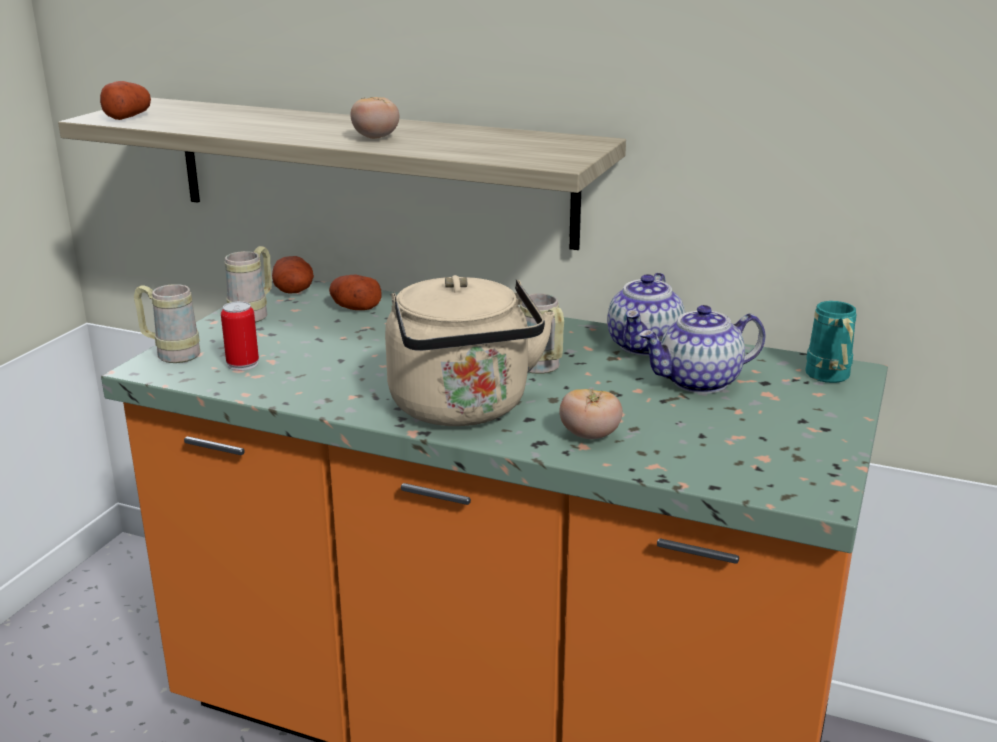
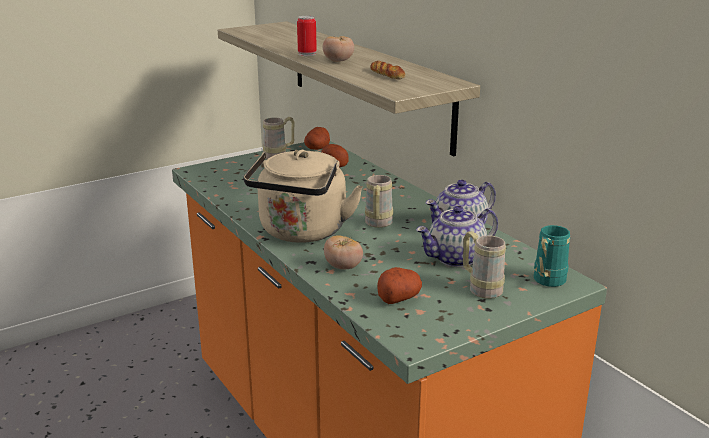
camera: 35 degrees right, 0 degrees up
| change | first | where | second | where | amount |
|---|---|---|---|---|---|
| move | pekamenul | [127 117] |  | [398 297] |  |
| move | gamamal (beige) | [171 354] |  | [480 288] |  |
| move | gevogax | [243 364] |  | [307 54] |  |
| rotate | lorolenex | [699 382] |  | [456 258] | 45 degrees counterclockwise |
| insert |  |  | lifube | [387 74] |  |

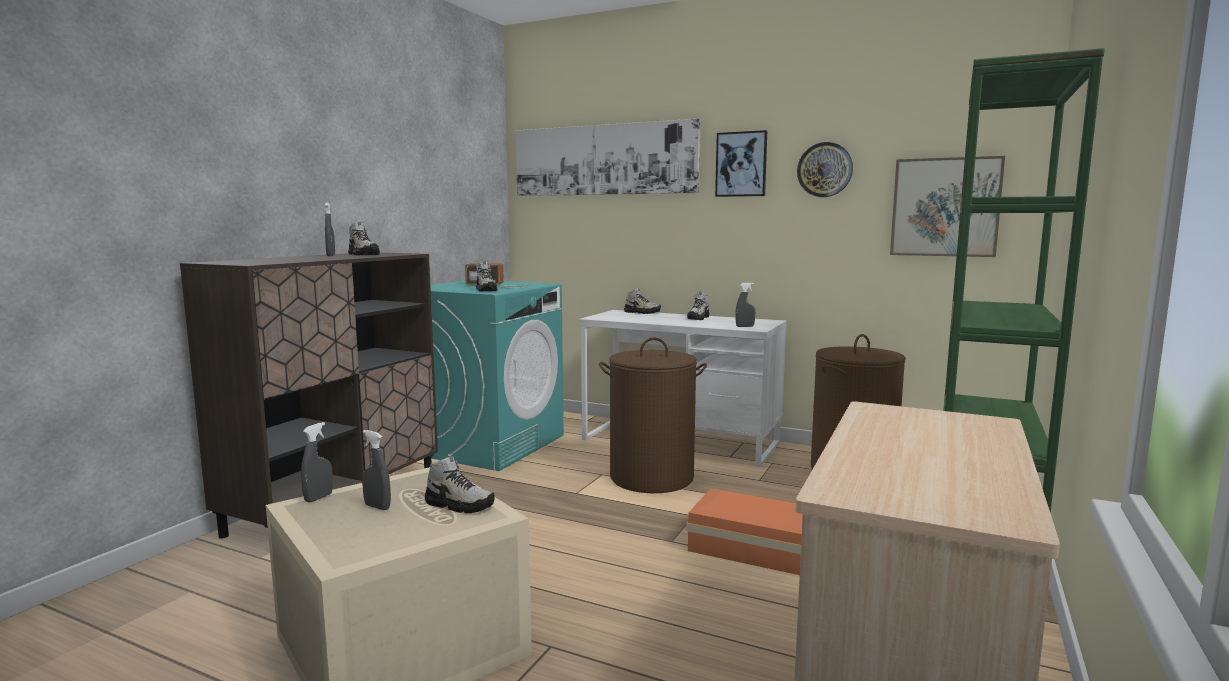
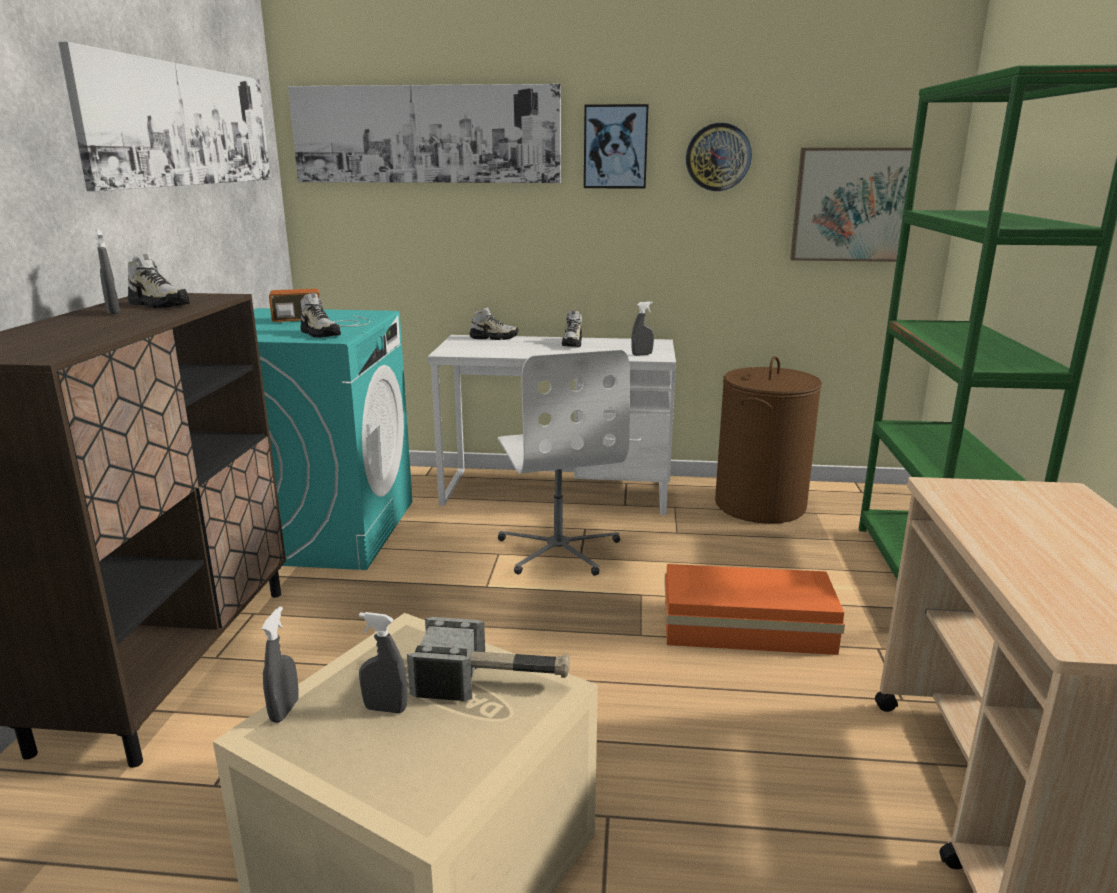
camera: 20 degrees left, 10 degrees up
| change | first | where | second | where | amount |
|---|---|---|---|---|---|
| replace | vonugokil | [459 505] | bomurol | [493 681] |  |
| replace | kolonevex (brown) | [651 478] | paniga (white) | [559 549] |  |
| insert |  |  | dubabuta | [183 125] |  |

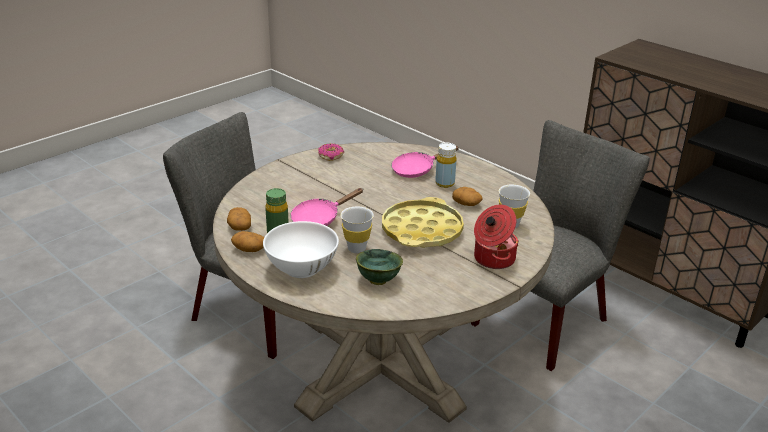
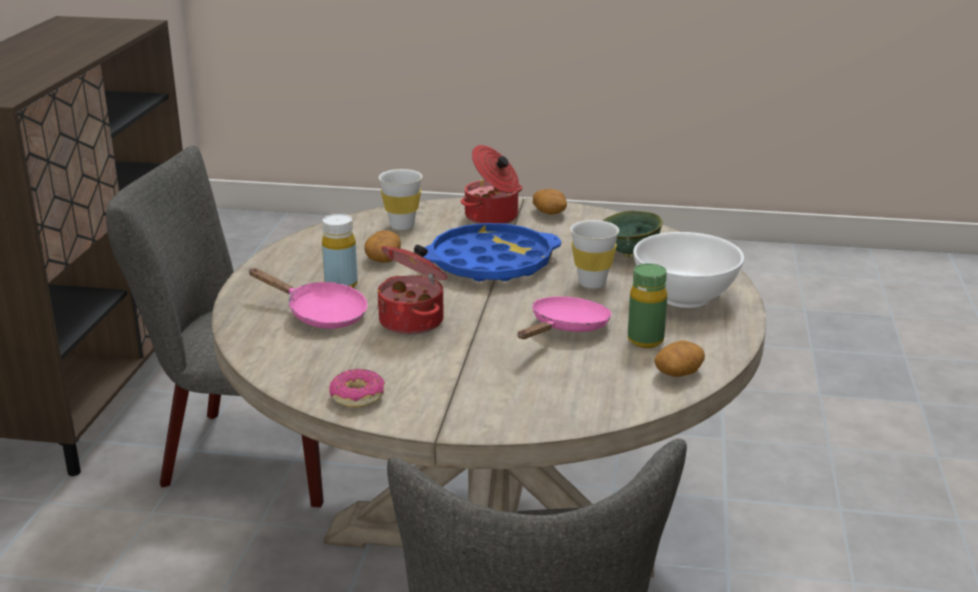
camera: 125 degrees left, 5 degrees down
| change | first | where | second | where | amount |
|---|---|---|---|---|---|
| move | pekamenul | [248 249] |  | [550 213] |  |
| rotate | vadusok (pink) | [319 219] |  | [566 328] | 75 degrees counterclockwise |
| recolor | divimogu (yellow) | [422 230] | divimogu (blue) | [491 263] |  |
| insert |  |  | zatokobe | [413 321] |  |

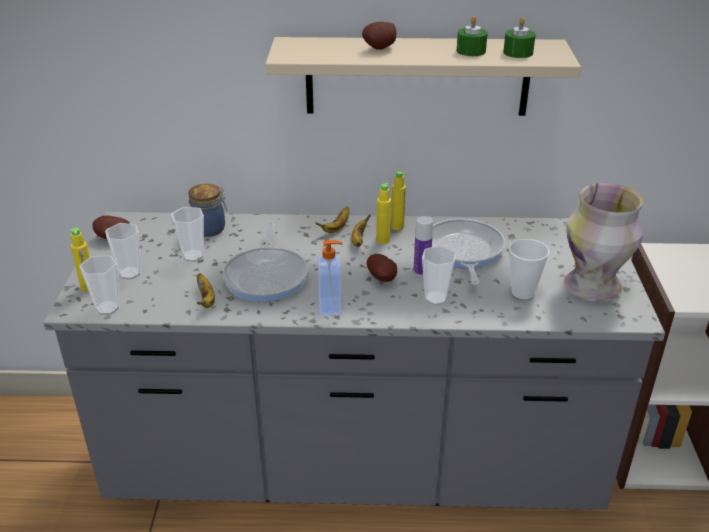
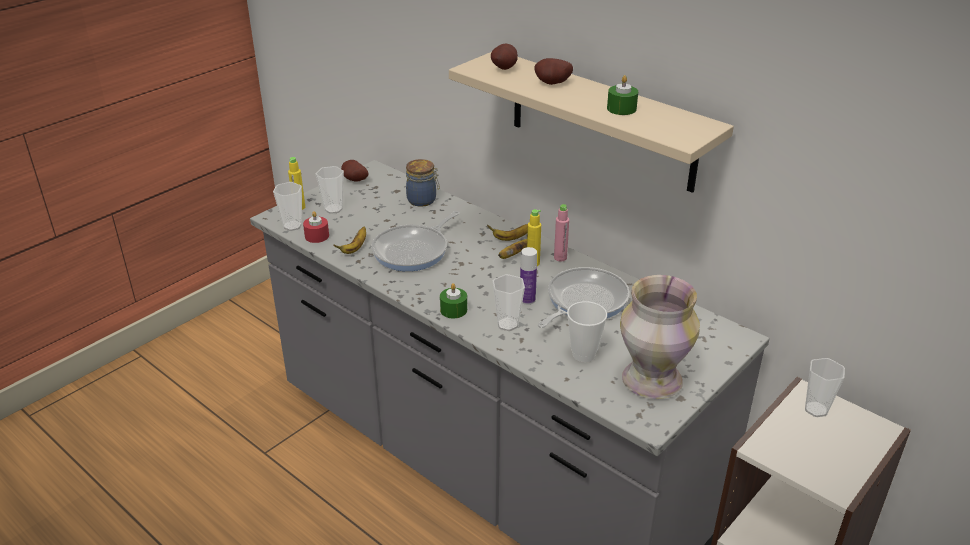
camera: 40 degrees right, 0 degrees up
| change | first | where | second | where | amount |
|---|---|---|---|---|---|
| move | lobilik | [193 256] |  | [816 409] |  |
| delete | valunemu | [331 307] |  |  |  |
| move | pekamenul | [383 279] |  | [505 68] |  |
| recolor | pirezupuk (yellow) | [397 226] | pirezupuk (pink) | [560 258] |  |
| move | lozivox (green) | [518 52] |  | [453 310] |  |
| insert |  |  | lozivox (red) | [317 236] |  |

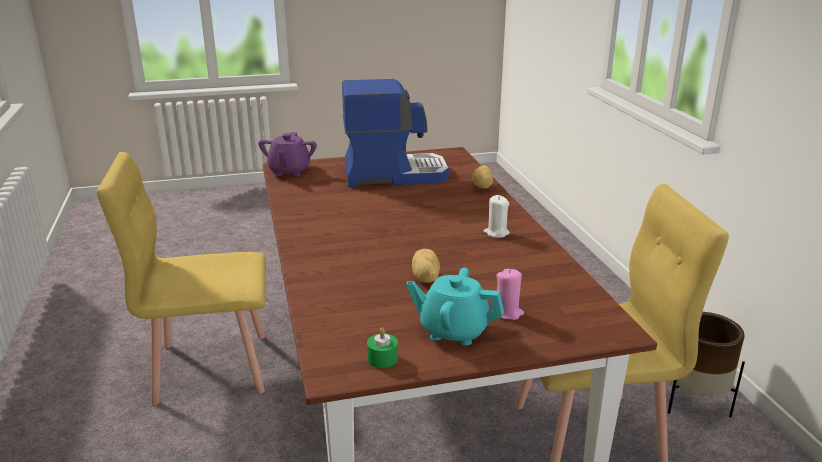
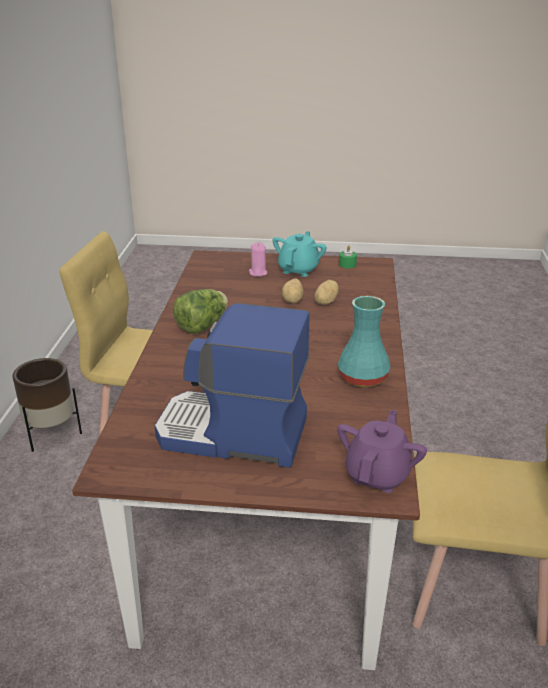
camera: 160 degrees left, 5 degrees up
| change | first | where | second | where | amount |
|---|---|---|---|---|---|
| rotate | lorolenex (turquoise) | [453 331] |  | [298 269] | 105 degrees counterclockwise |
| move | pekamenul | [483 186] |  | [325 302] |  |
| replace | lozivox (white) | [496 233] | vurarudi | [202 326] |  |
| insert |  |  | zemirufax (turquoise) | [364 377] |  |

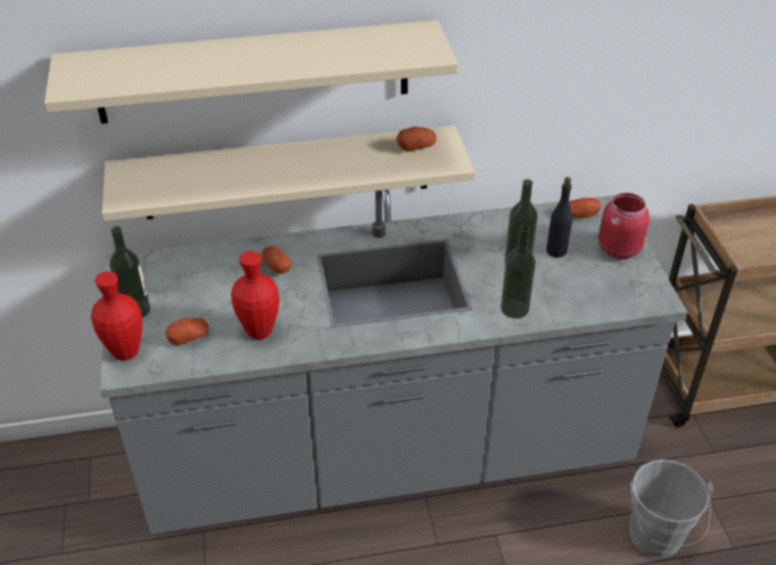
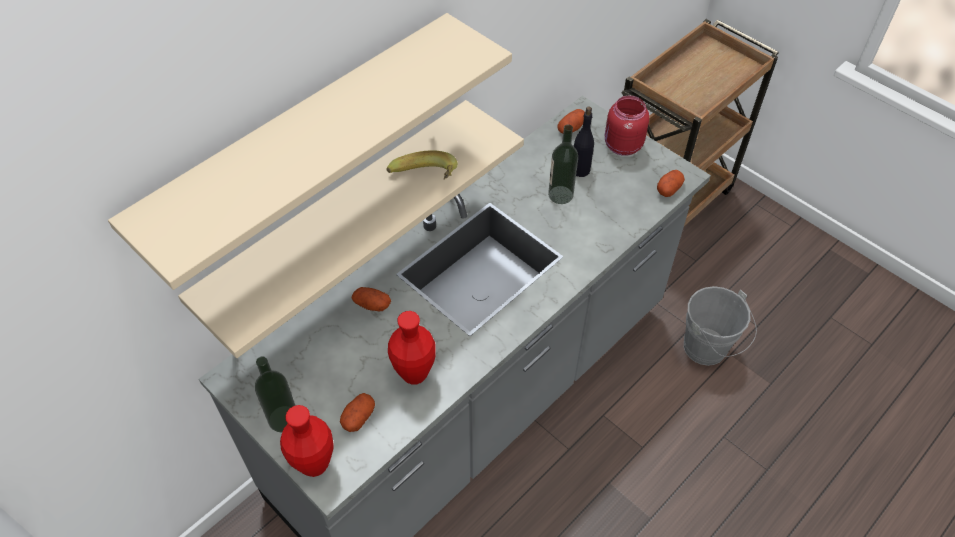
camera: 35 degrees left, 10 degrees up
| change | first | where | second | where | amount |
|---|---|---|---|---|---|
| move | pekamenul | [416 147] |  | [669 189] |  |
| delete | pirezupuk | [514 308] |  |  |  |
| insert |  |  | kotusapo | [425 182] |  |

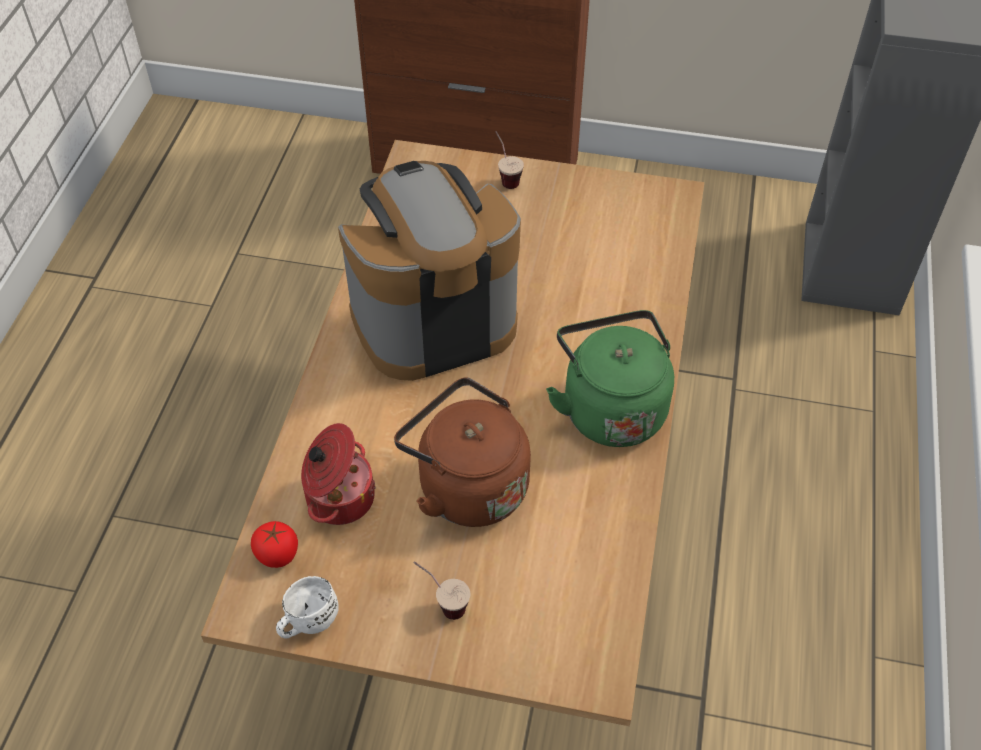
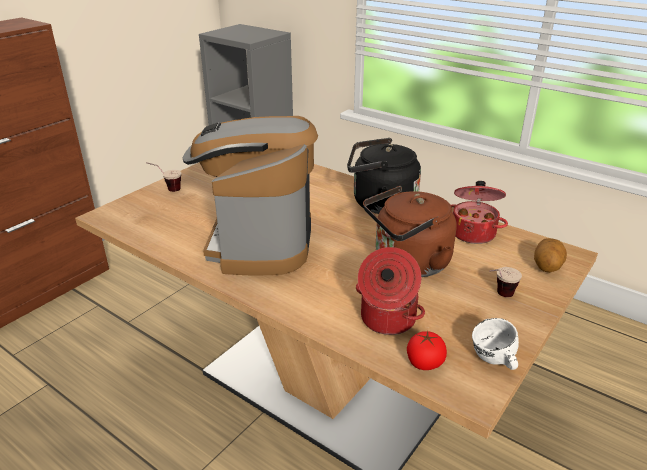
camera: 65 degrees left, 20 degrees down
| change | first | where | second | where | amount |
|---|---|---|---|---|---|
| recolor | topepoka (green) | [610 407] | topepoka (black) | [380 204] |  |
| insert |  |  | zatokobe | [473 233] |  |
| insert |  |  | pekamenul | [547 267] |  |

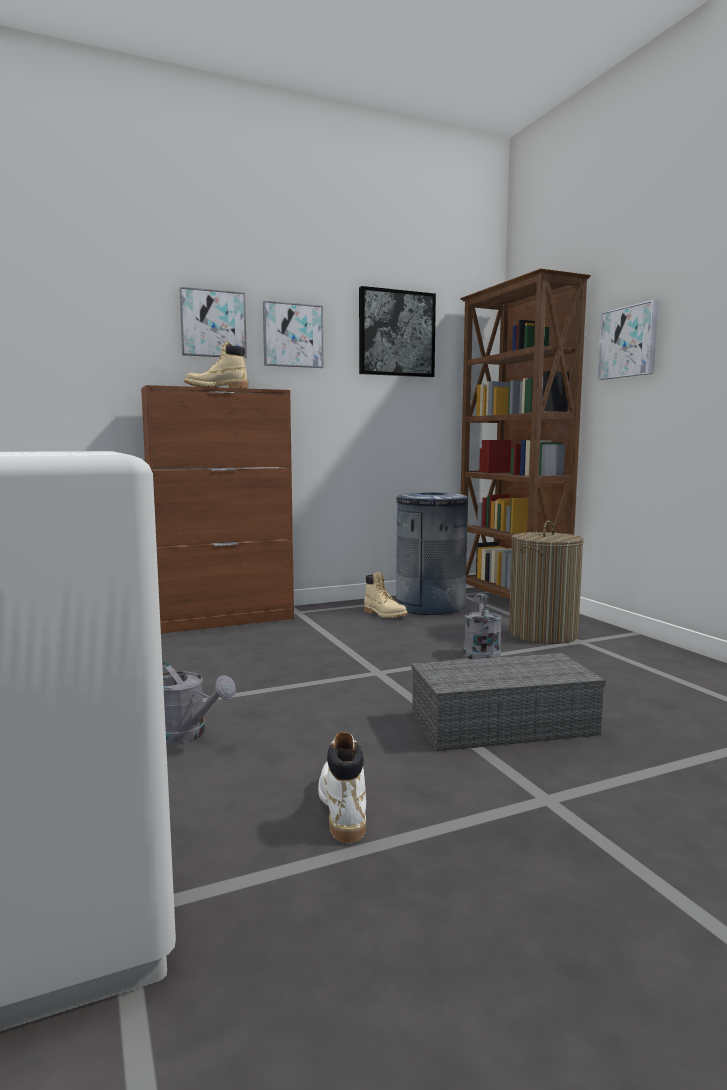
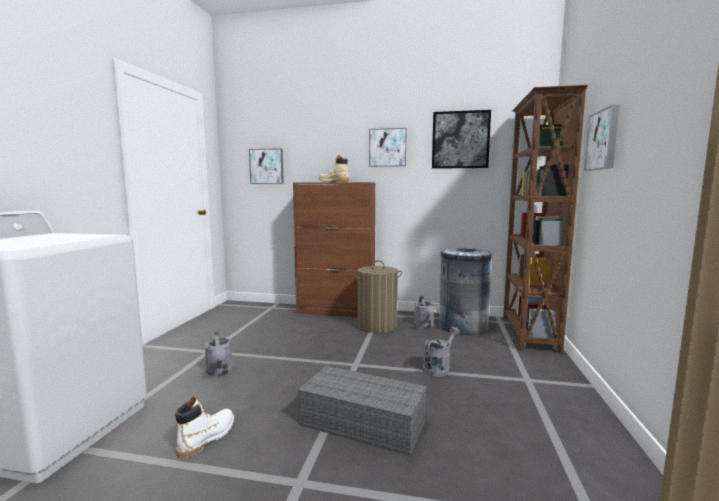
camera: 35 degrees right, 0 degrees up
| change | first | where | second | where | amount |
|---|---|---|---|---|---|
| move | dubabuta | [213 324] |  | [267 166] |  |
| replace | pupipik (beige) | [384 614] | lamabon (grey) | [424 326] |  |
| move | kolonevex | [543 634] |  | [377 326] |  |

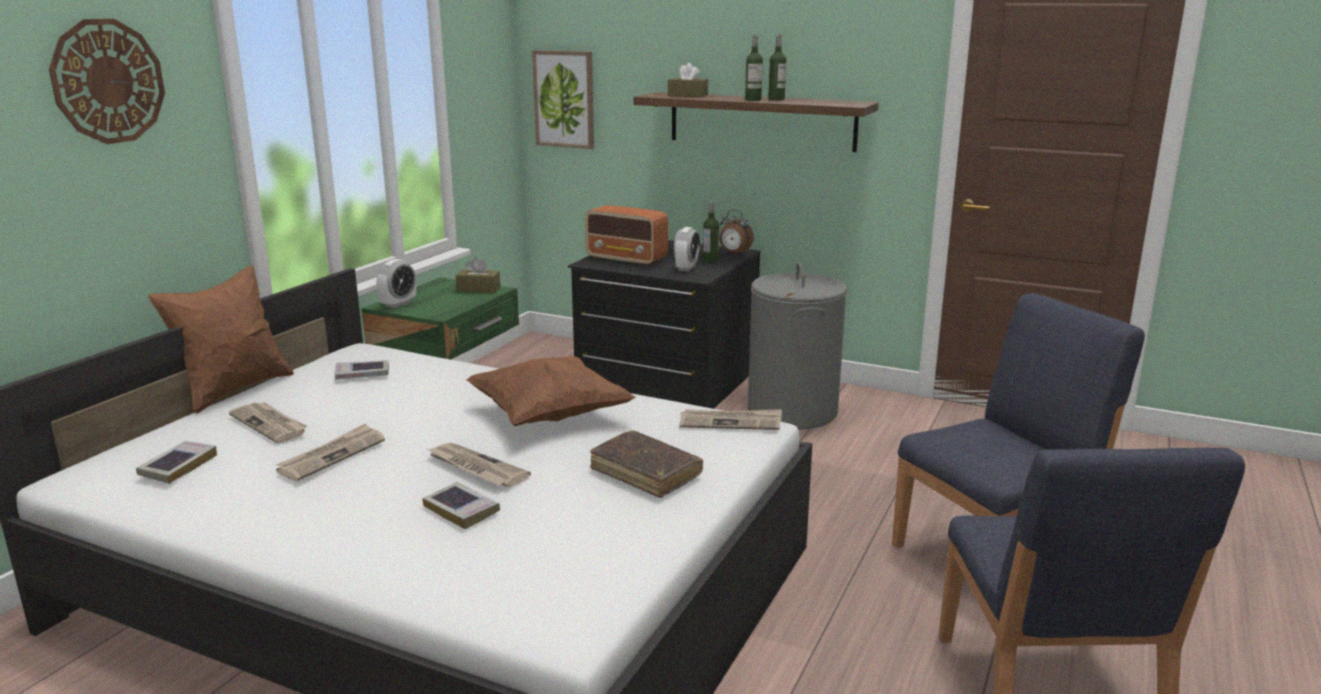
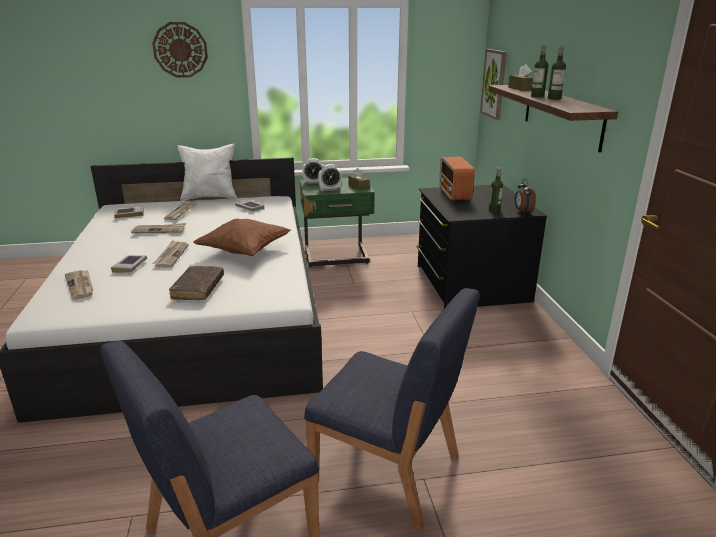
camera: 55 degrees right, 5 degrees up
| change | first | where | second | where | amount |
|---|---|---|---|---|---|
| recolor | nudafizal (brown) | [234 389] | nudafizal (white) | [210 197] |  |
| move | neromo | [686 268] |  | [330 189] |  |
| move | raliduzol | [731 422] |  | [80 286] |  |
| delete | kolonevex (grey) | [792 411] |  |  |  |

